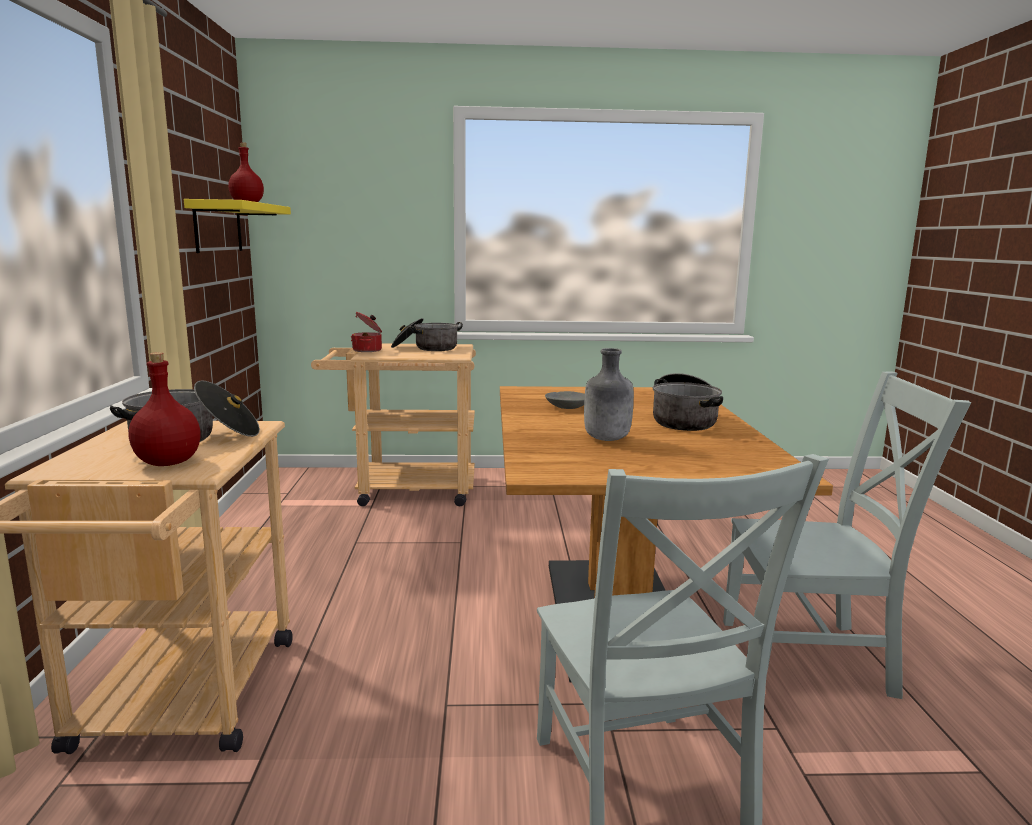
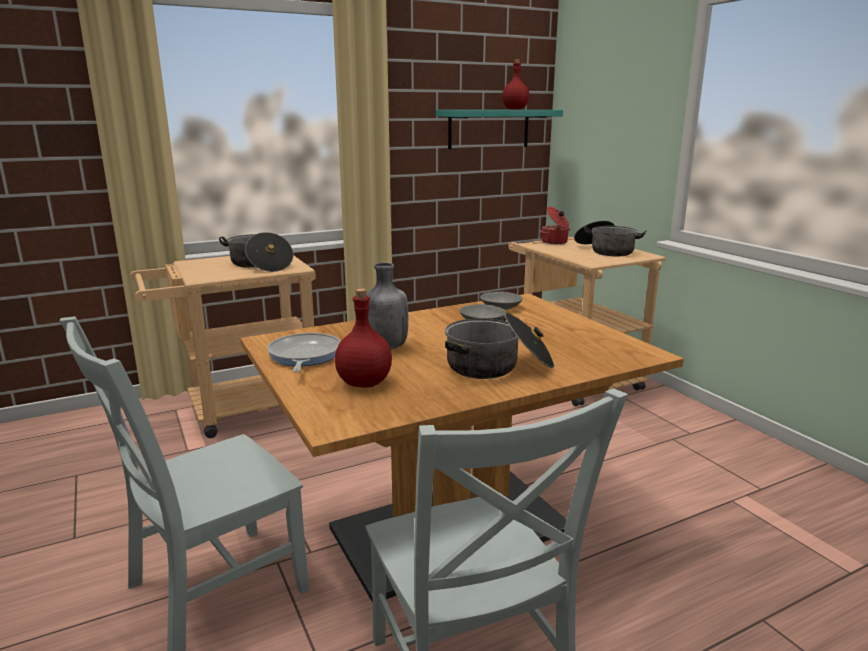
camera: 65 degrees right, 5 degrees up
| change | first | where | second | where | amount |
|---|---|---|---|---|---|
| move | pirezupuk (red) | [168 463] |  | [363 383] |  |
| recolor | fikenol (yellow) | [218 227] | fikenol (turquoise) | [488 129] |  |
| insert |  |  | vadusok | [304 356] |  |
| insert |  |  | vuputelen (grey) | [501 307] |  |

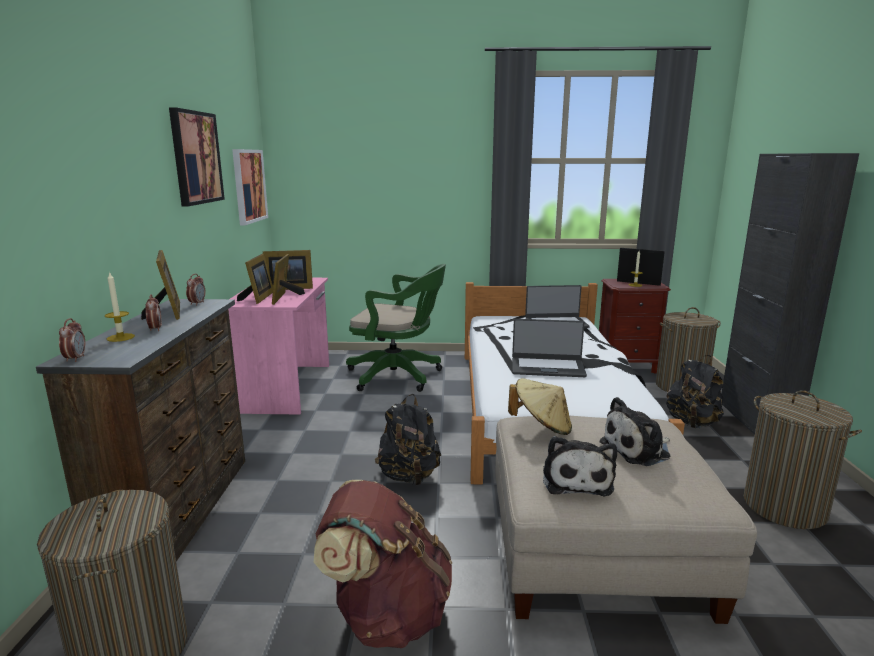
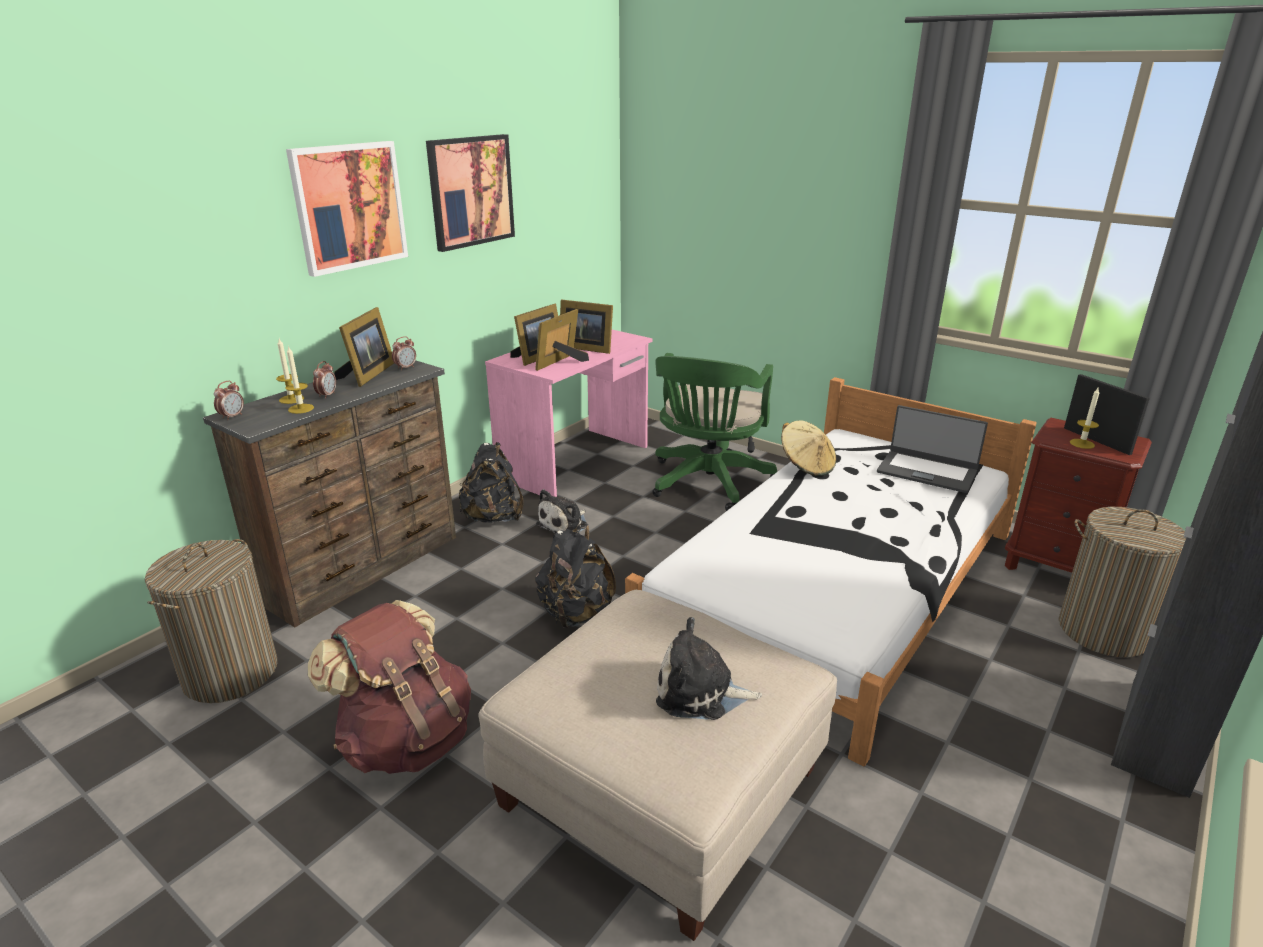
camera: 35 degrees right, 10 degrees up
| change | first | where | second | where | amount |
|---|---|---|---|---|---|
| move | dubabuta | [249 186] |  | [349 206] |  |
| rotate | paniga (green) | [399 376] |  | [707 484] | 60 degrees clockwise |
| move | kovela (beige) | [541 426] |  | [806 466] |  |
| delete | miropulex | [547 367] |  |  |  |
| move | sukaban | [576 479] |  | [564 525] |  |
| move | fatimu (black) | [692 423] |  | [493 517] |  |
| delete | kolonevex | [784 507] |  |  |  |
| insert |  |  | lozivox | [301 408] |  |

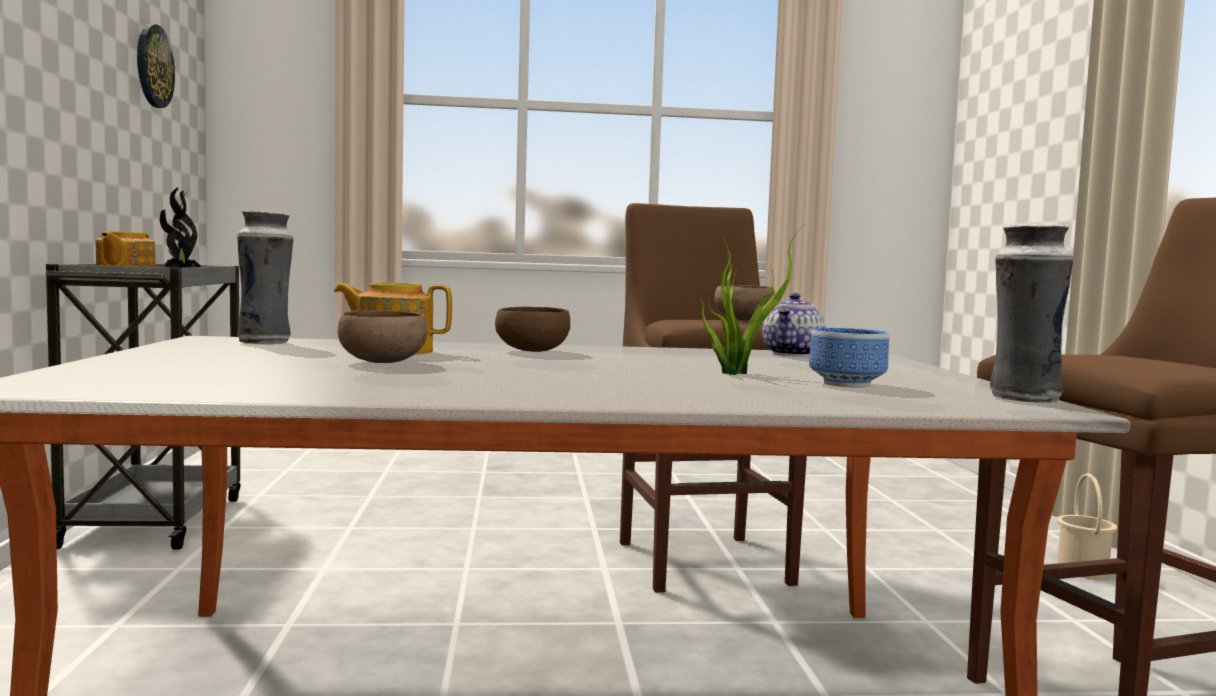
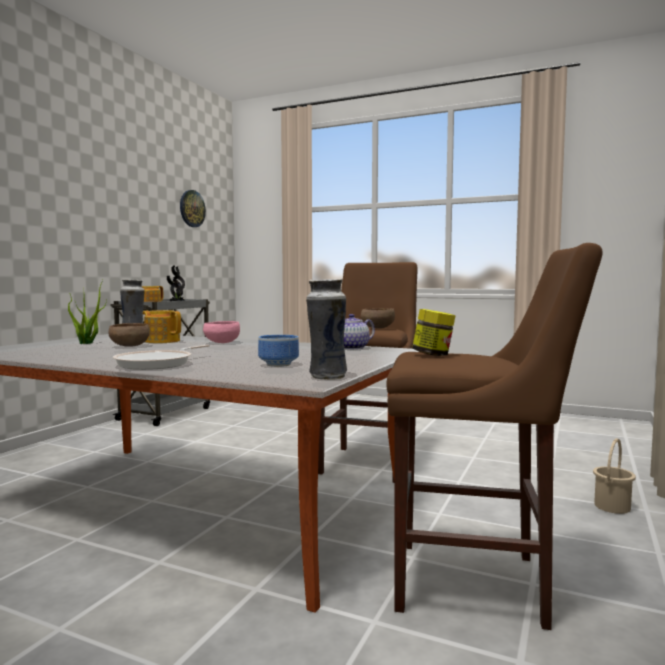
camera: 30 degrees right, 0 degrees up
| change | first | where | second | where | amount |
|---|---|---|---|---|---|
| recolor | vuputelen (brown) | [532 351] | vuputelen (pink) | [221 343] |  |
| move | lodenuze | [736 373] |  | [88 343] |  |
| insert |  |  | vadusok | [158 364] |  |
| insert |  |  | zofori | [433 355] |  |

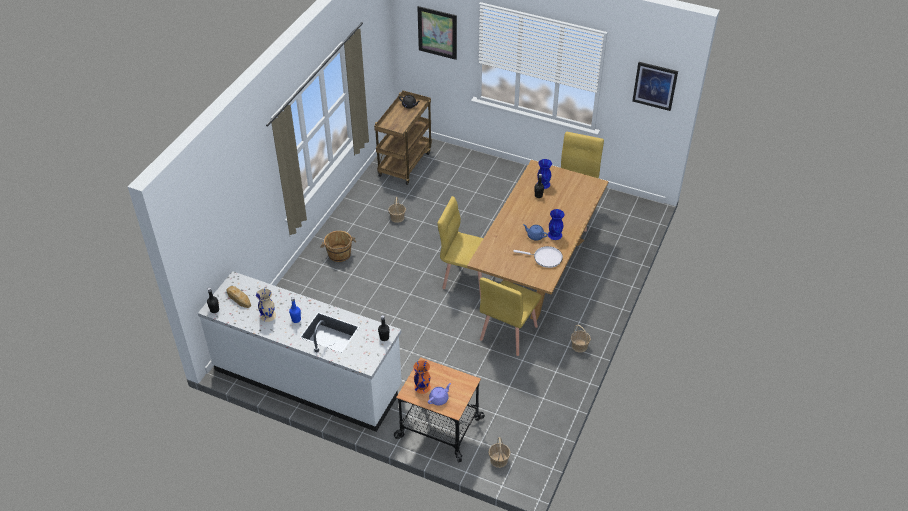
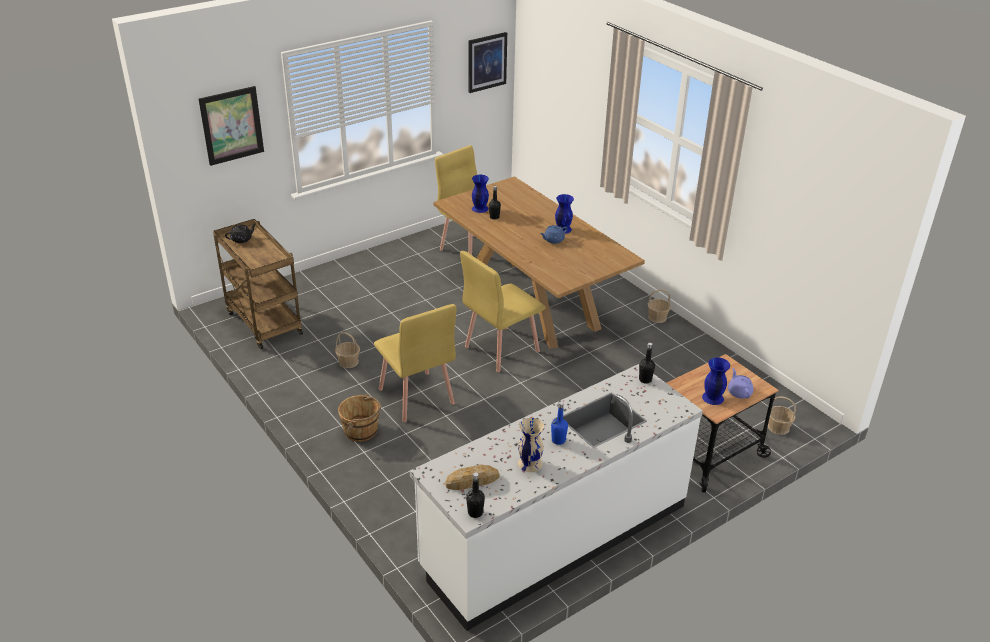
camera: 60 degrees left, 10 degrees down
| change | first | where | second | where | amount |
|---|---|---|---|---|---|
| recolor | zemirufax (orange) | [422 386] | zemirufax (blue) | [712 398] |  |
| move | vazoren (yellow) | [508 333] |  | [416 397] |  |
| delete | vadusok (white) | [545 258] |  |  |  |

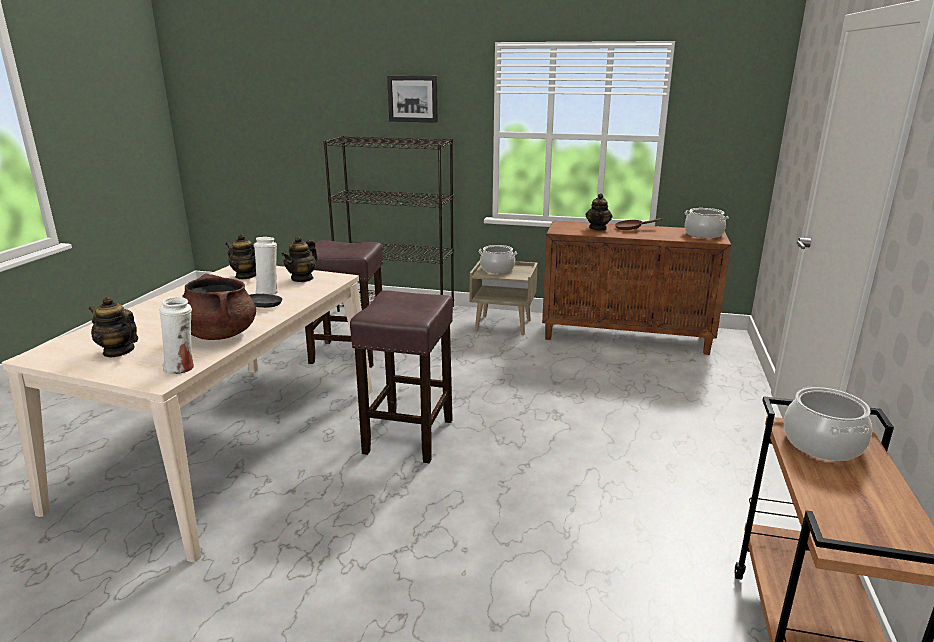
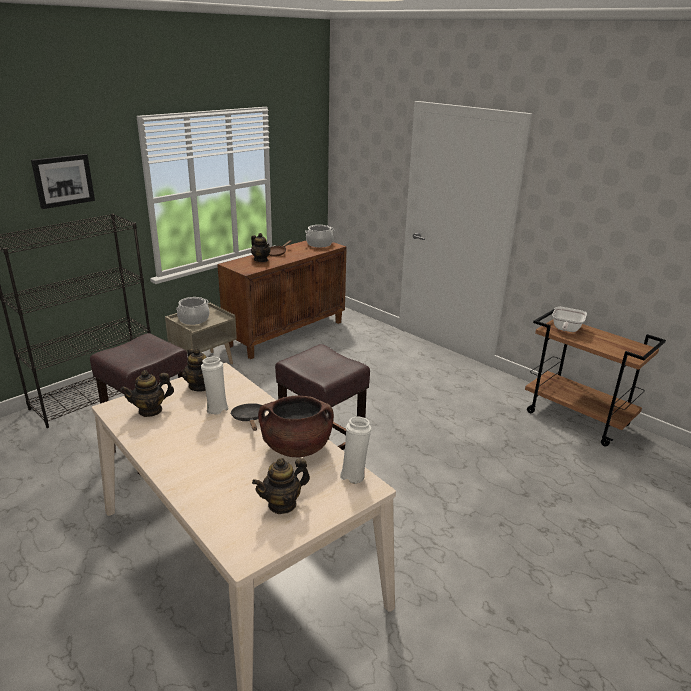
camera: 60 degrees left, 5 degrees up
| change | first | where | second | where | amount |
|---|---|---|---|---|---|
| replace | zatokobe | [821 444] | vadusok | [565 330] |  |

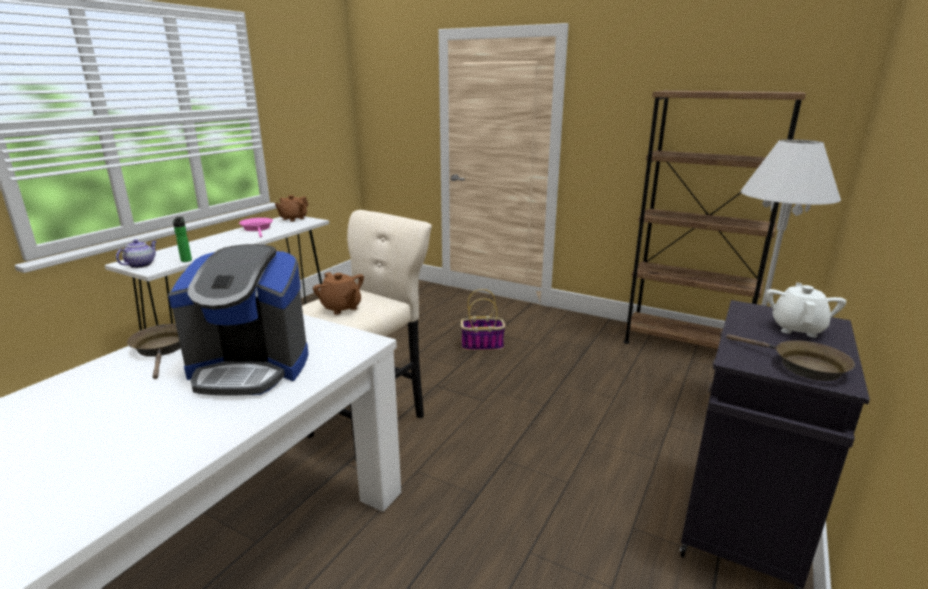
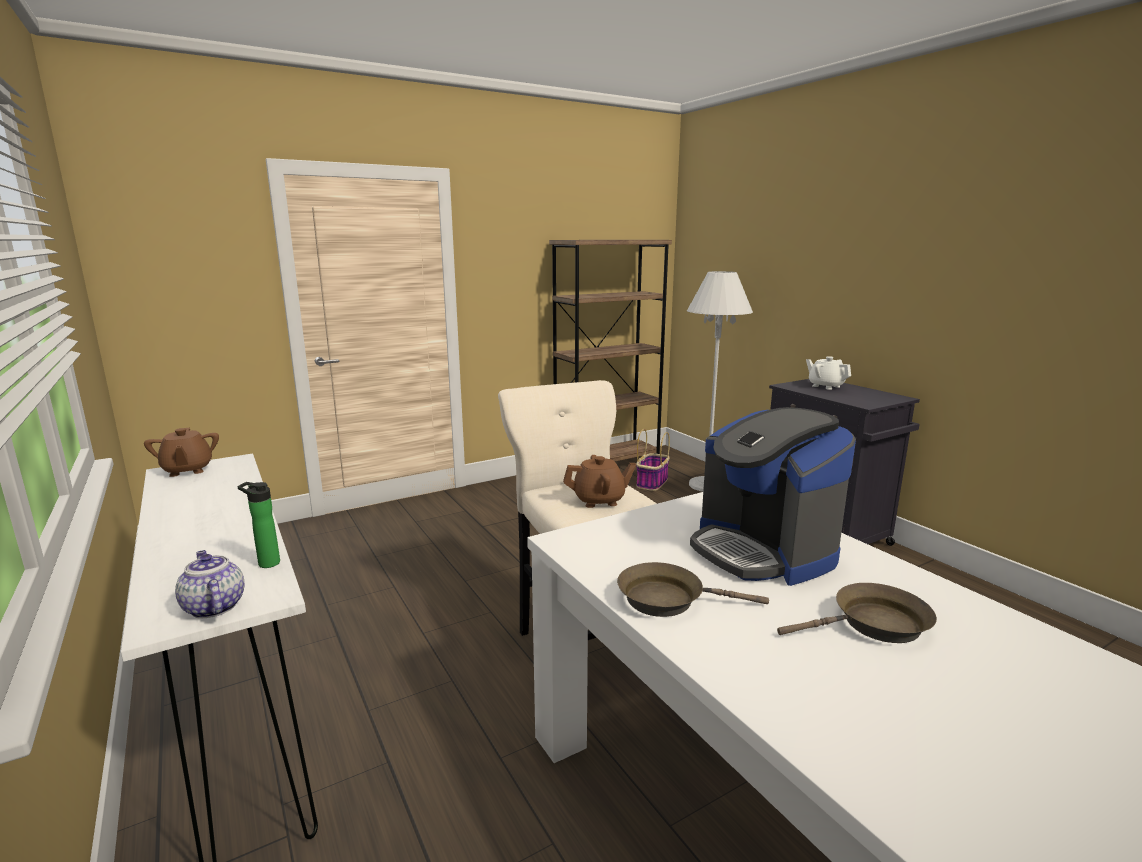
camera: 60 degrees left, 5 degrees down
| change | first | where | second | where | amount |
|---|---|---|---|---|---|
| rotate | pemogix | [250 368] |  | [762 551] | 120 degrees clockwise |
| delete | vadusok (pink) | [257 229] |  |  |  |
| move | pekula | [482 345] |  | [652 482] |  |
| move | vadusok (brown) | [802 366] |  | [874 625] |  |

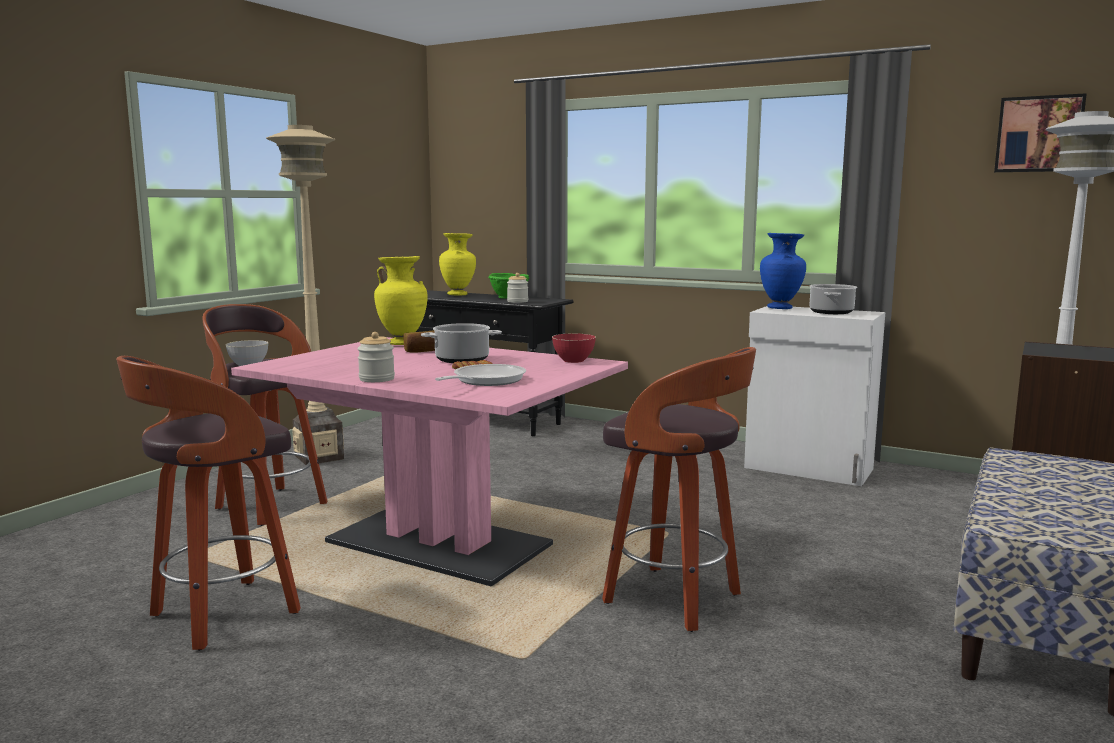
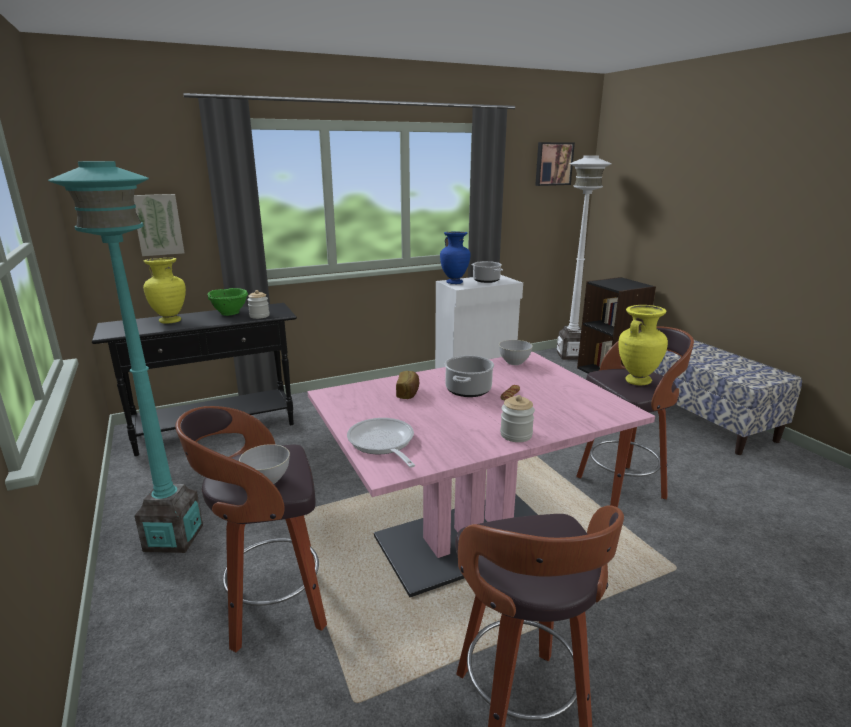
camera: 55 degrees left, 10 degrees up
| change | first | where | second | where | amount |
|---|---|---|---|---|---|
| recolor | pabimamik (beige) | [319 457] | pabimamik (turquoise) | [174 538] |  |
| move | zemirufax (yellow) | [403 344] |  | [636 381] |  |
| move | vadusok | [485 381] |  | [382 444] |  |
| recolor | vuputelen (red) | [573 360] | vuputelen (grey) | [514 362] |  |
| insert |  |  | dubabuta | [158 224] |  |

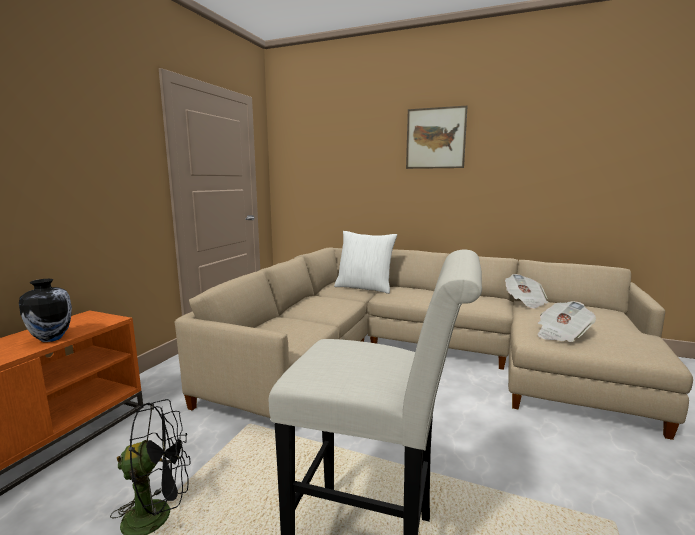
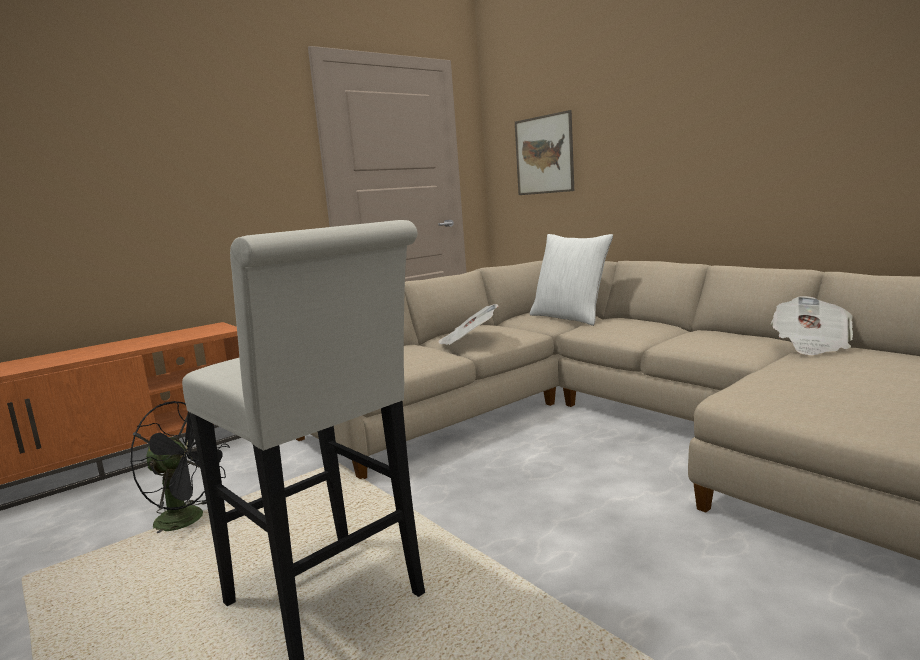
camera: 30 degrees right, 0 degrees up
| change | first | where | second | where | amount |
|---|---|---|---|---|---|
| delete | zemirufax | [51 338] |  |  |  |
| move | dubabuta | [435 138] |  | [544 155] |  |
| move | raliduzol | [561 334] |  | [468 341] |  |

